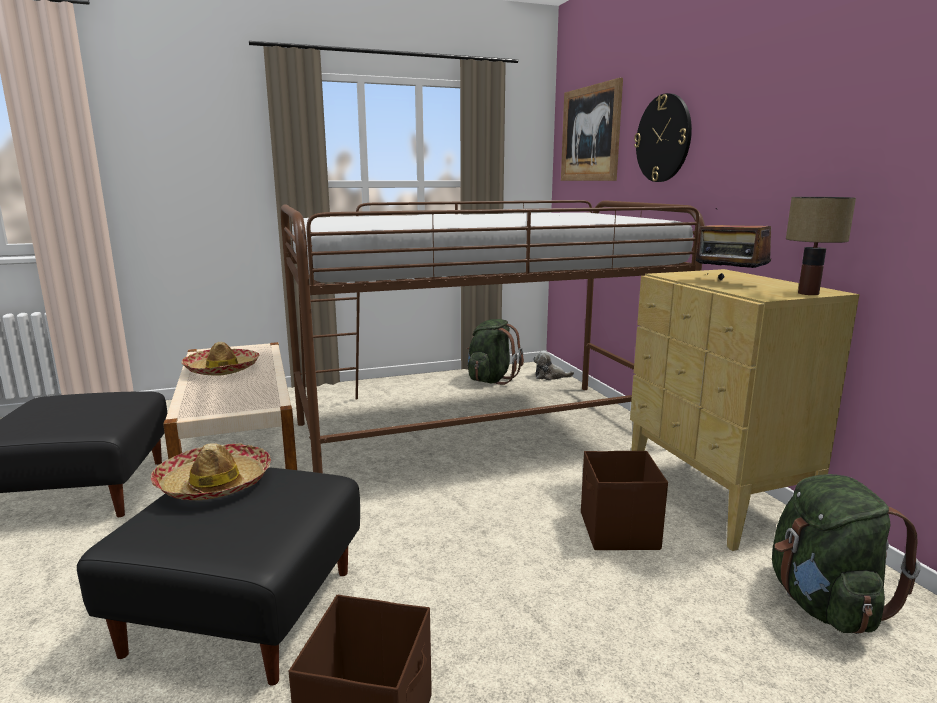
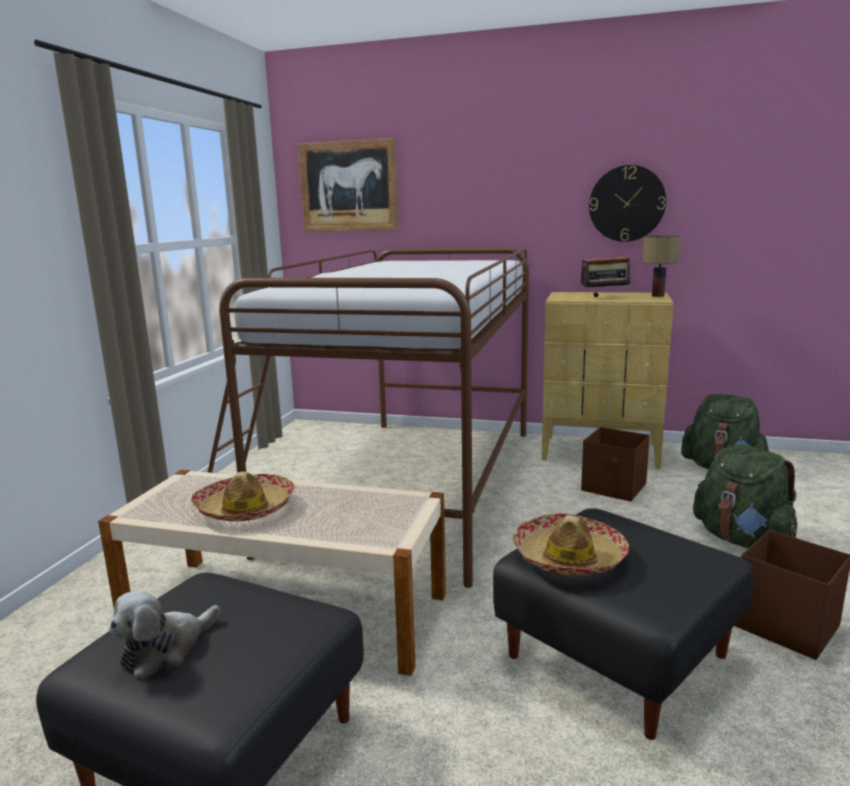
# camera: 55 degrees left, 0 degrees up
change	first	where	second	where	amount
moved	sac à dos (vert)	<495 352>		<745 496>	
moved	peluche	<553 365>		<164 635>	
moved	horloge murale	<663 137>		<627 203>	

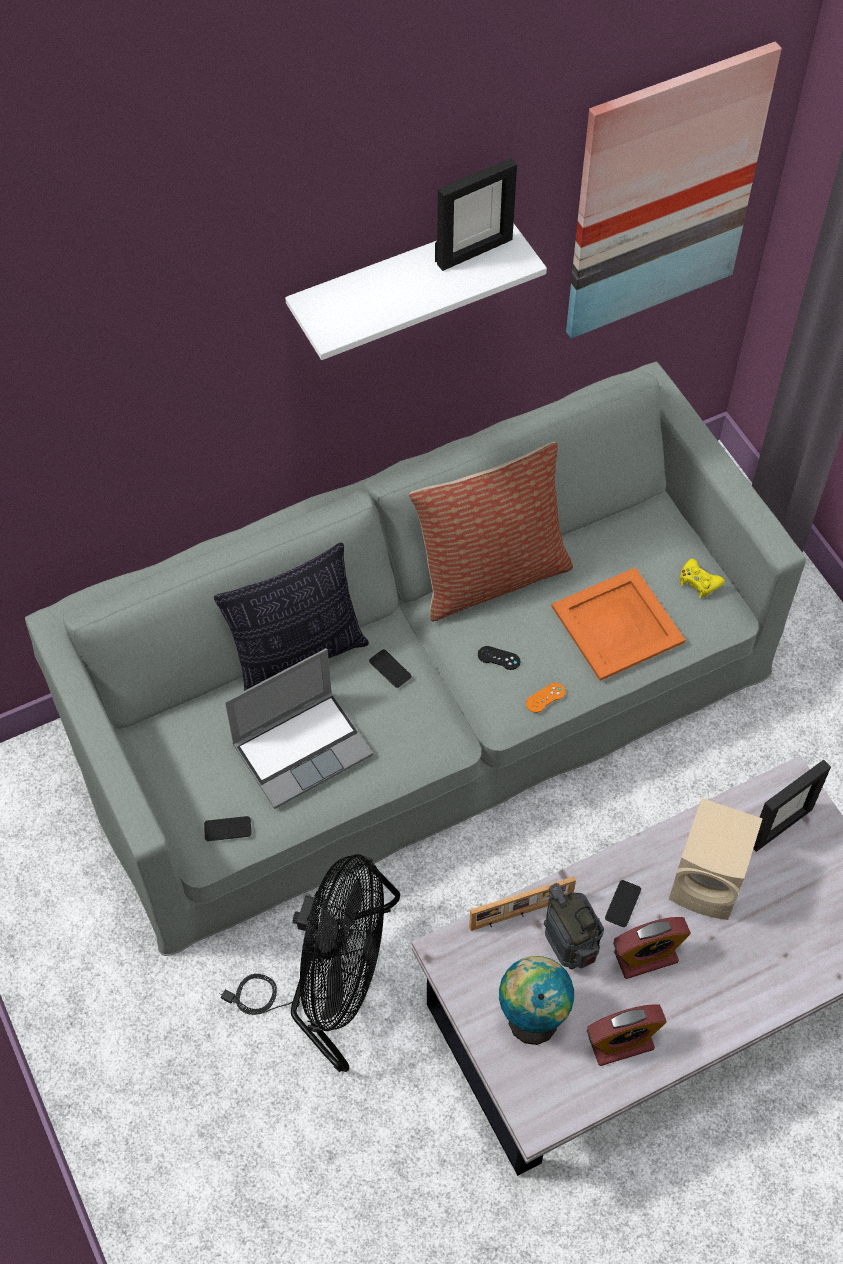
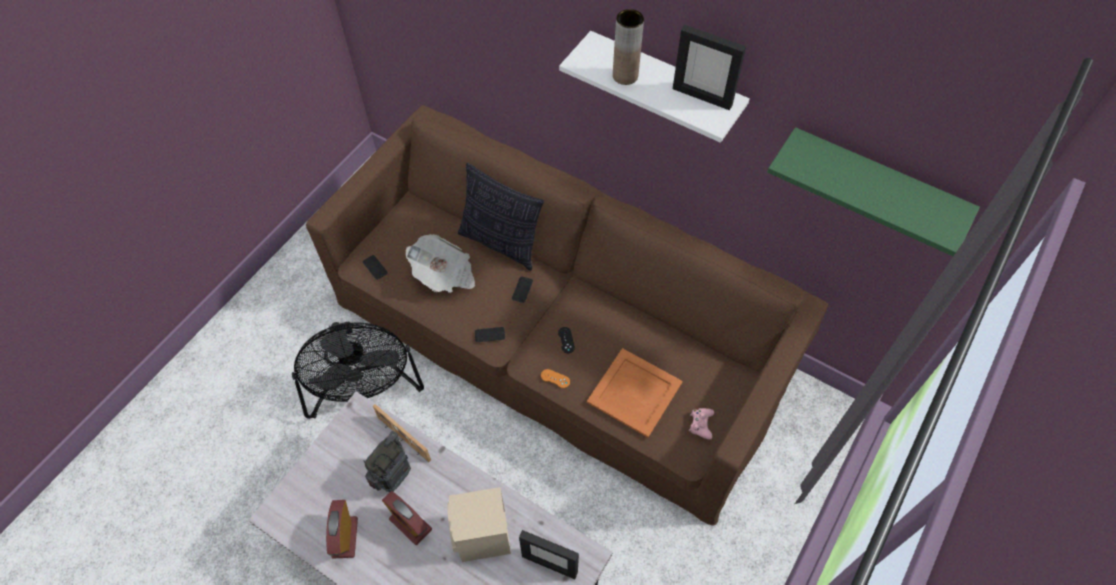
# camera: 60 degrees right, 0 degrees up
change	first	where	second	where	amount
removed	coussin	<491 531>			
removed	globe	<536 1000>			
added			vase (marron)	<628 47>	
moved	téléphone	<623 903>		<490 334>	
replaced	ordinateur portable	<299 728>	journal	<440 263>	
replaced	tableau	<674 190>	étagère (vert)	<873 191>	
recoloured	canapé (gris)	<415 659>	canapé (marron)	<567 315>	
recoloured	manette (jaune)	<702 578>	manette (rose)	<701 424>	
turned	réveil	<627 1035>		<342 529>	45 degrees clockwise

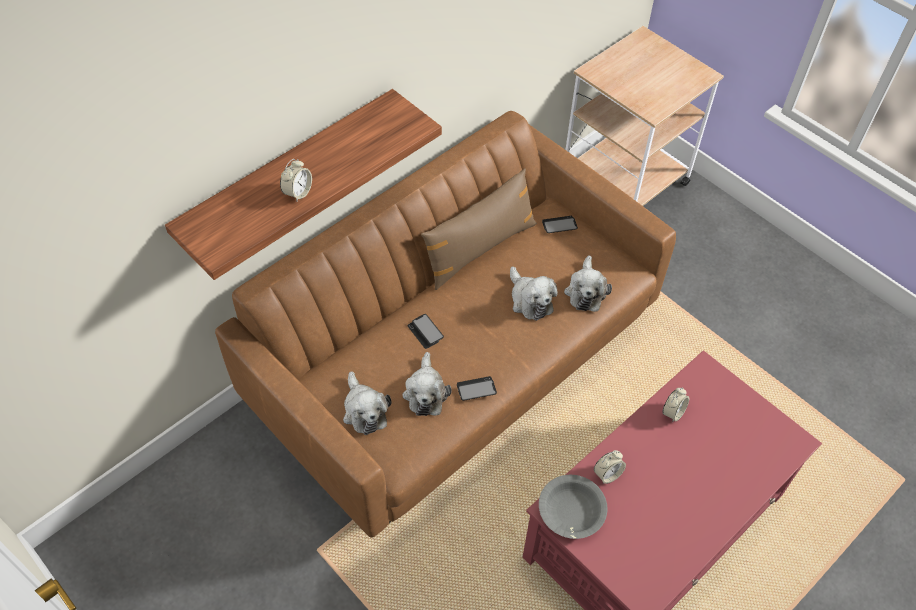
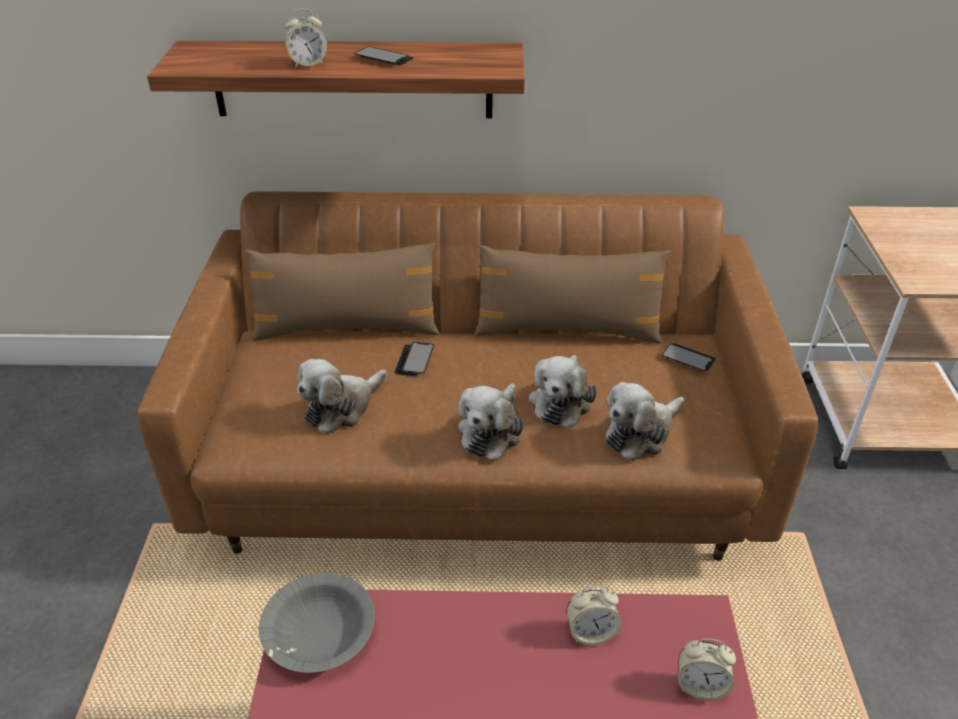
# camera: 45 degrees right, 15 degrees down
change	first	where	second	where	amount
added			coussin (marron)	<342 292>	
moved	peluche	<367 403>		<491 421>	
moved	téléphone	<477 388>		<383 56>	
moved	réveil	<610 467>		<707 669>	

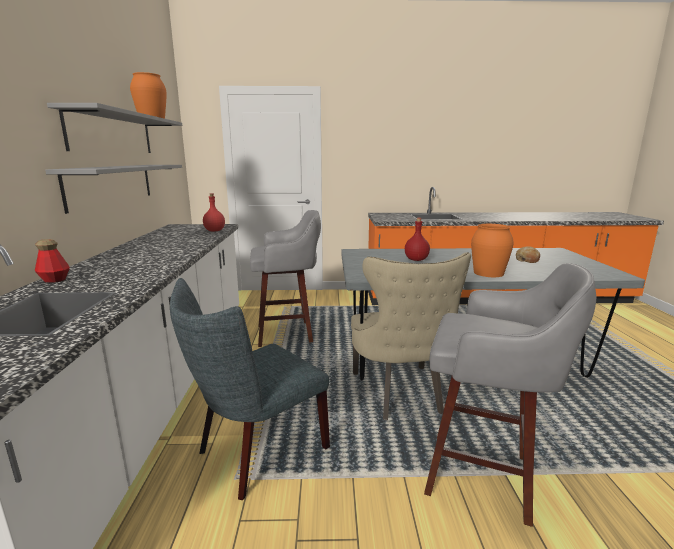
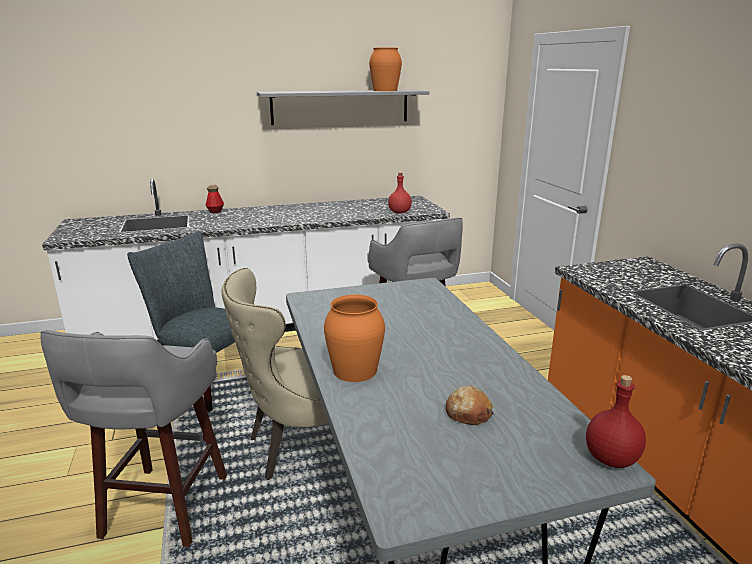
# camera: 75 degrees right, 5 degrees up
change	first	where	second	where	amount
removed	étagère (gris)	<113 189>			
moved	bouteille (rouge)	<417 239>		<616 421>	

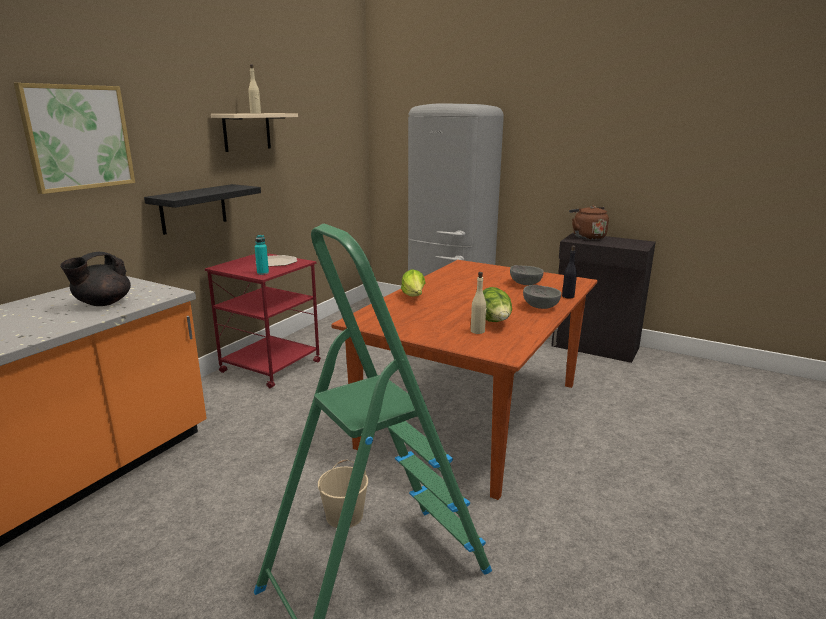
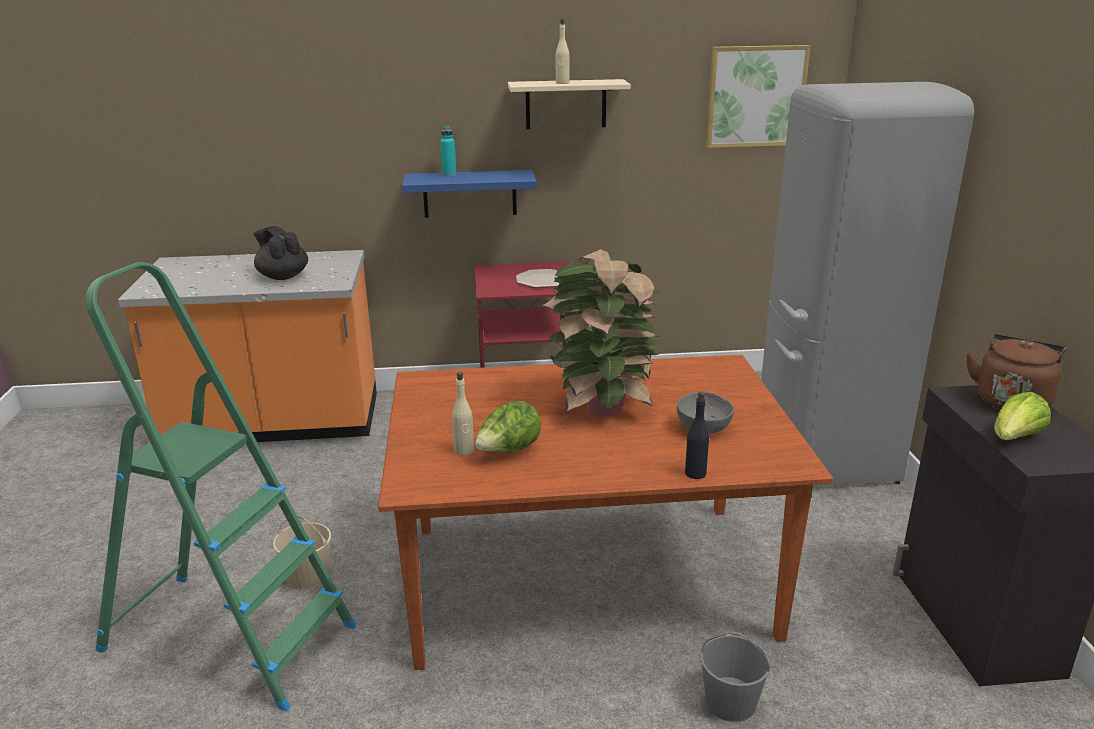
# camera: 55 degrees right, 5 degrees up
change	first	where	second	where	amount
removed	bol (gris)	<542 297>			
added			plante en pot	<601 332>	
added			seau (gris)	<735 677>	
moved	tableau	<74 138>		<758 96>	
moved	bouteille (turquoise)	<262 255>		<448 151>	
moved	laitue	<413 283>		<1022 416>	
recoloured	étagère (noir)	<202 209>	étagère (bleu)	<469 194>	
turned	théière (noir)	<95 279>		<280 253>	45 degrees clockwise

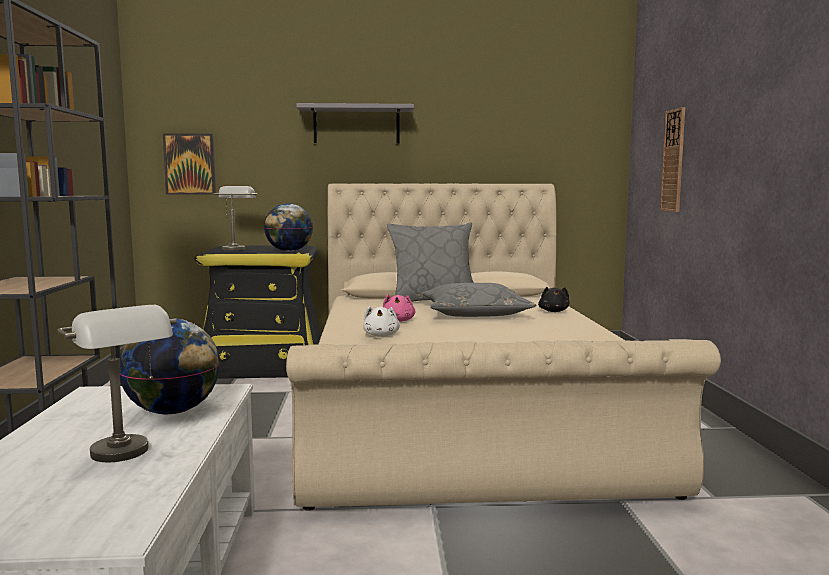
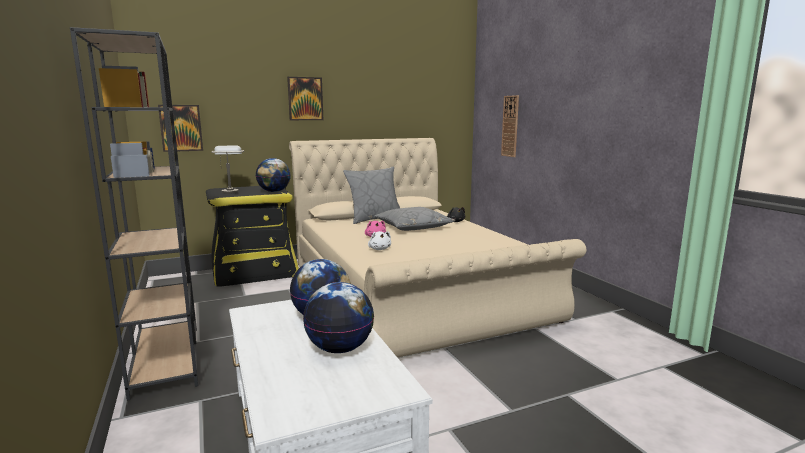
# camera: 20 degrees left, 5 degrees up
change	first	where	second	where	amount
replaced	lampe de table (gris)	<117 383>	globe	<338 317>	
replaced	étagère (gris)	<355 123>	tableau	<305 98>	

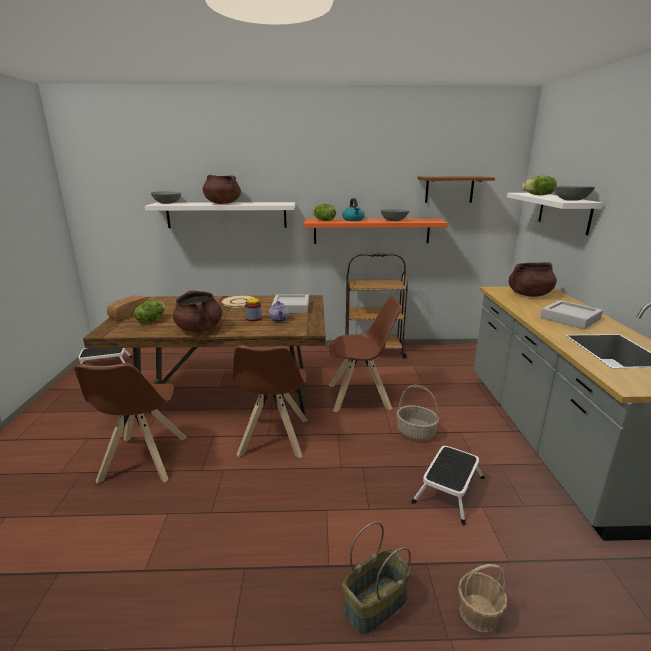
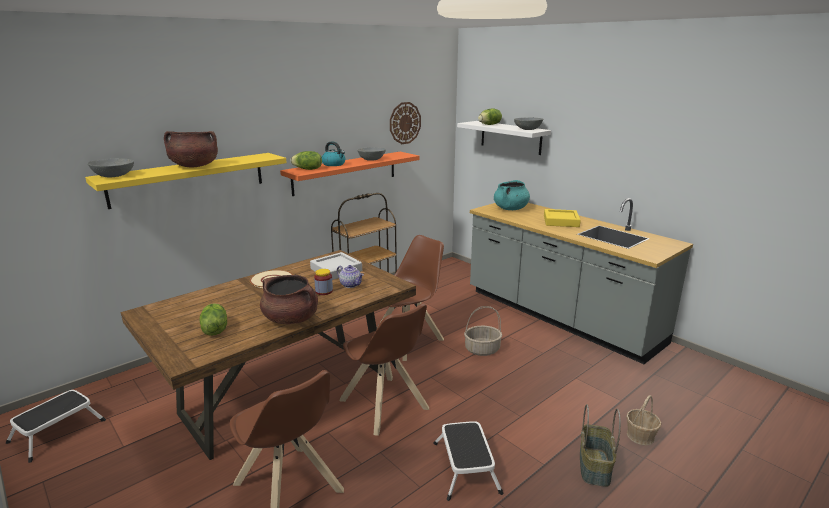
# camera: 40 degrees left, 0 degrees up
change	first	where	second	where	amount
removed	pain	<126 308>			
moved	escabeau (noir)	<448 485>		<468 461>	
replaced	étagère (marron)	<456 189>	horloge murale	<405 123>	
recoloured	étagère (blanc)	<220 215>	étagère (jaune)	<186 181>	
recoloured	marmite (marron)	<533 279>	marmite (turquoise)	<512 195>	
recoloured	plateau (gris)	<571 314>	plateau (jaune)	<562 218>	

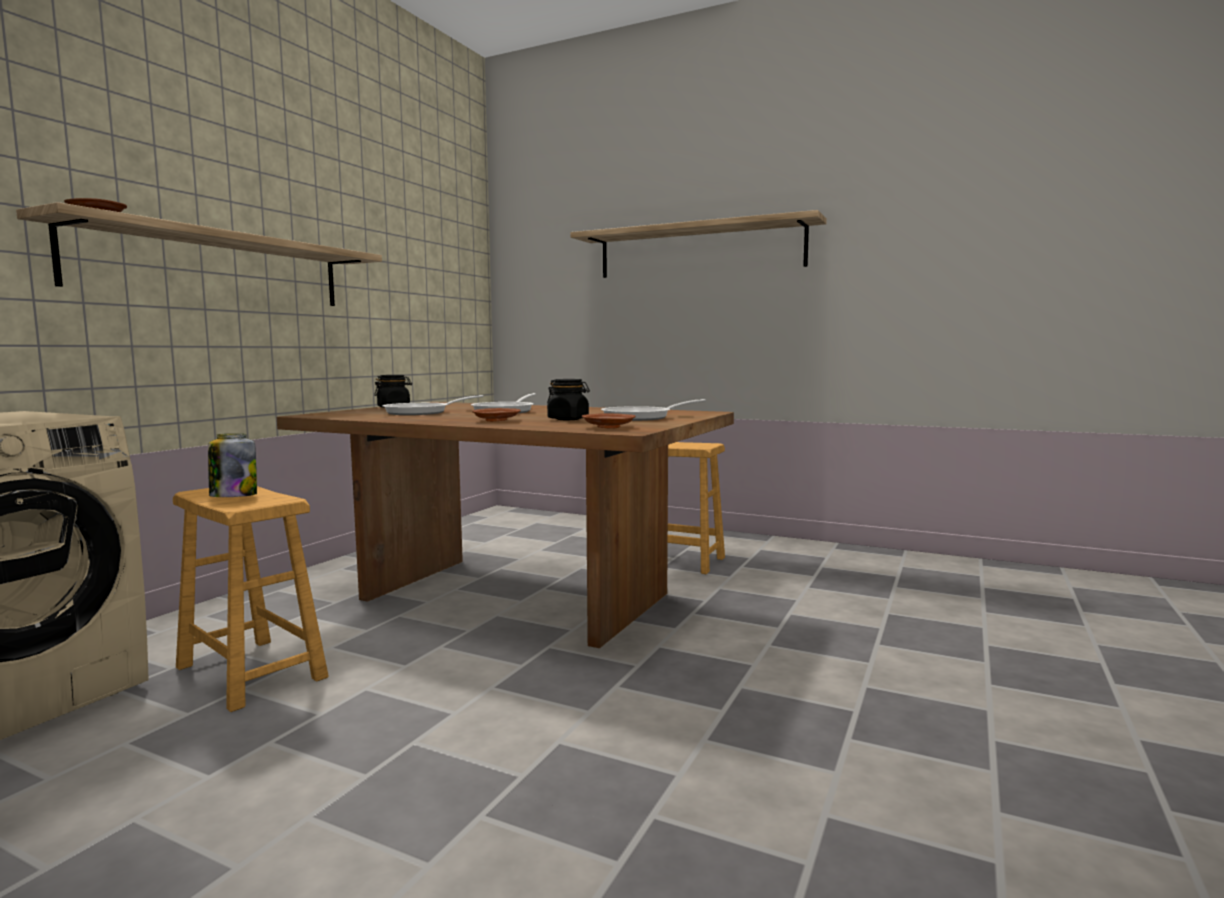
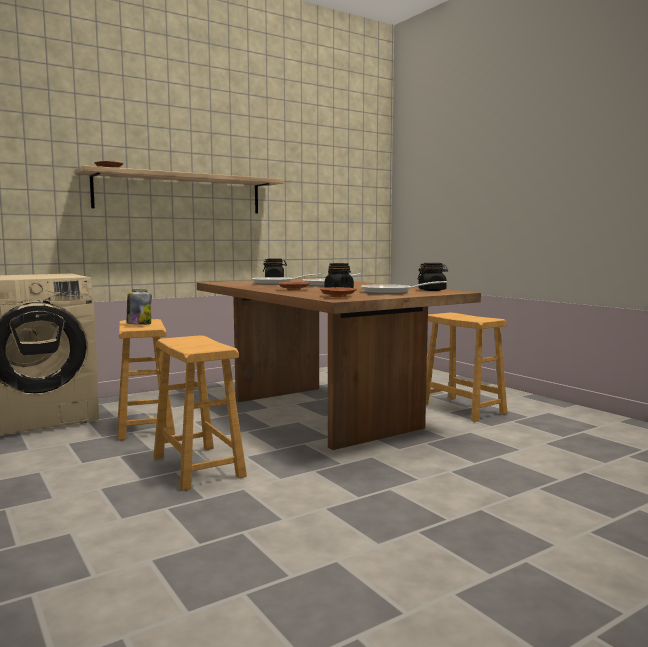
# camera: 30 degrees right, 0 degrees up
change	first	where	second	where	amount
removed	étagère	<698 244>			
added			tabouret (marron)	<200 413>	
added			bocal (noir)	<432 277>	

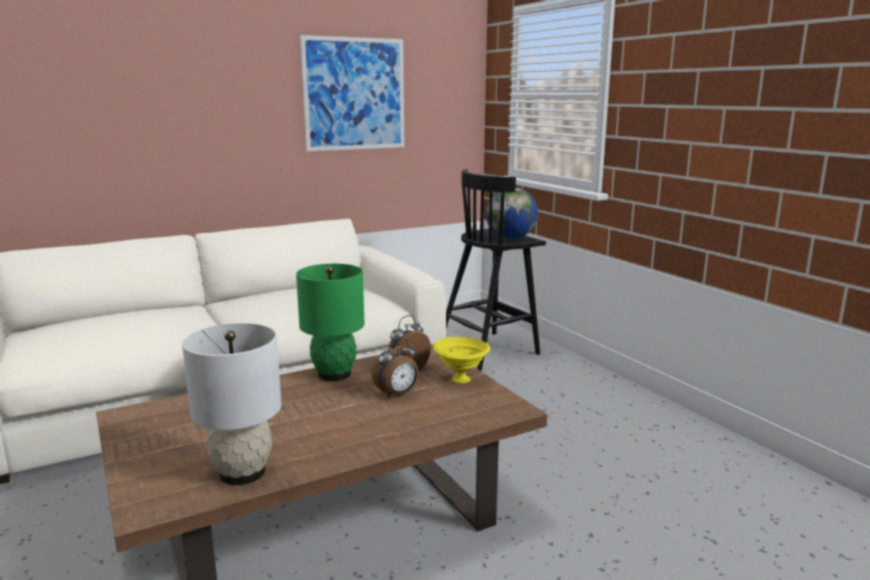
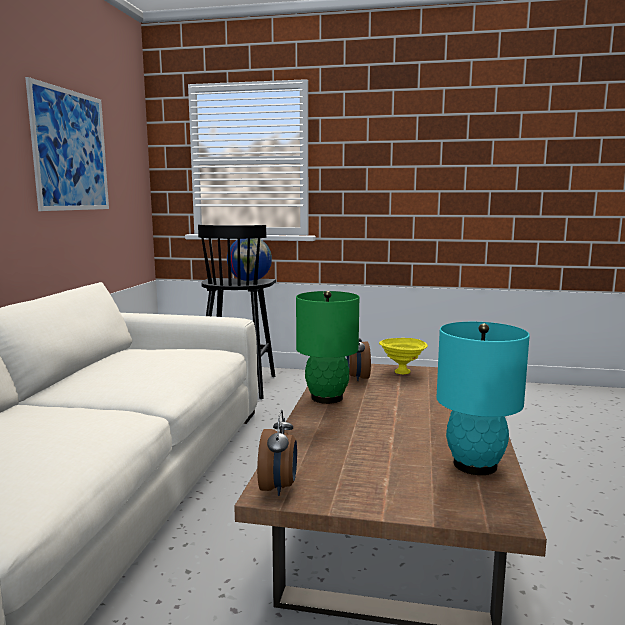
# camera: 50 degrees left, 5 degrees down
change	first	where	second	where	amount
moved	réveil	<395 367>		<277 453>	
recoloured	lampe de table (blanc)	<232 404>	lampe de table (turquoise)	<483 398>	

